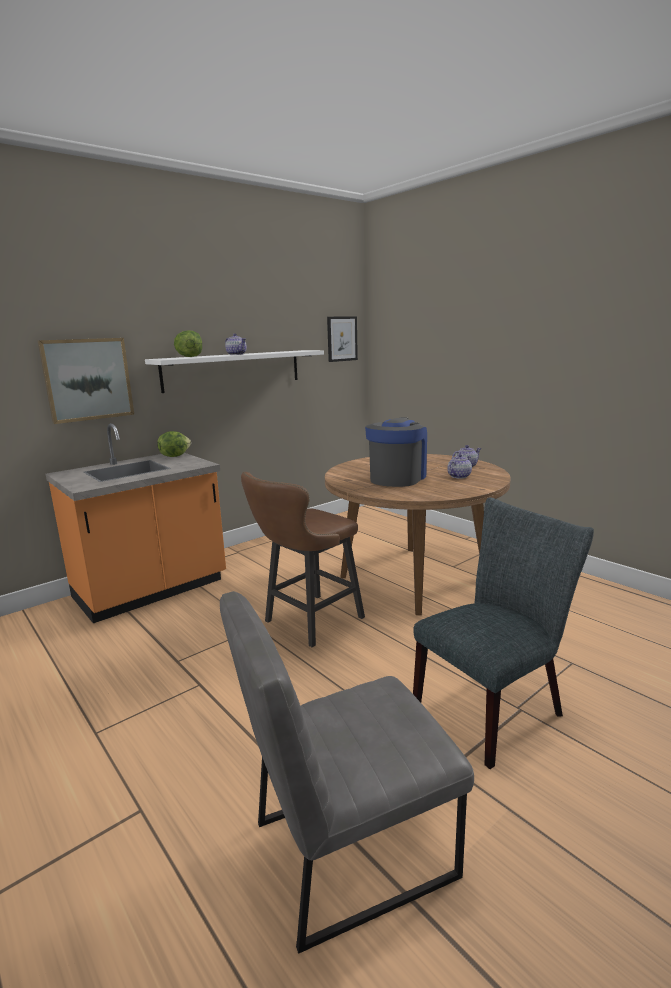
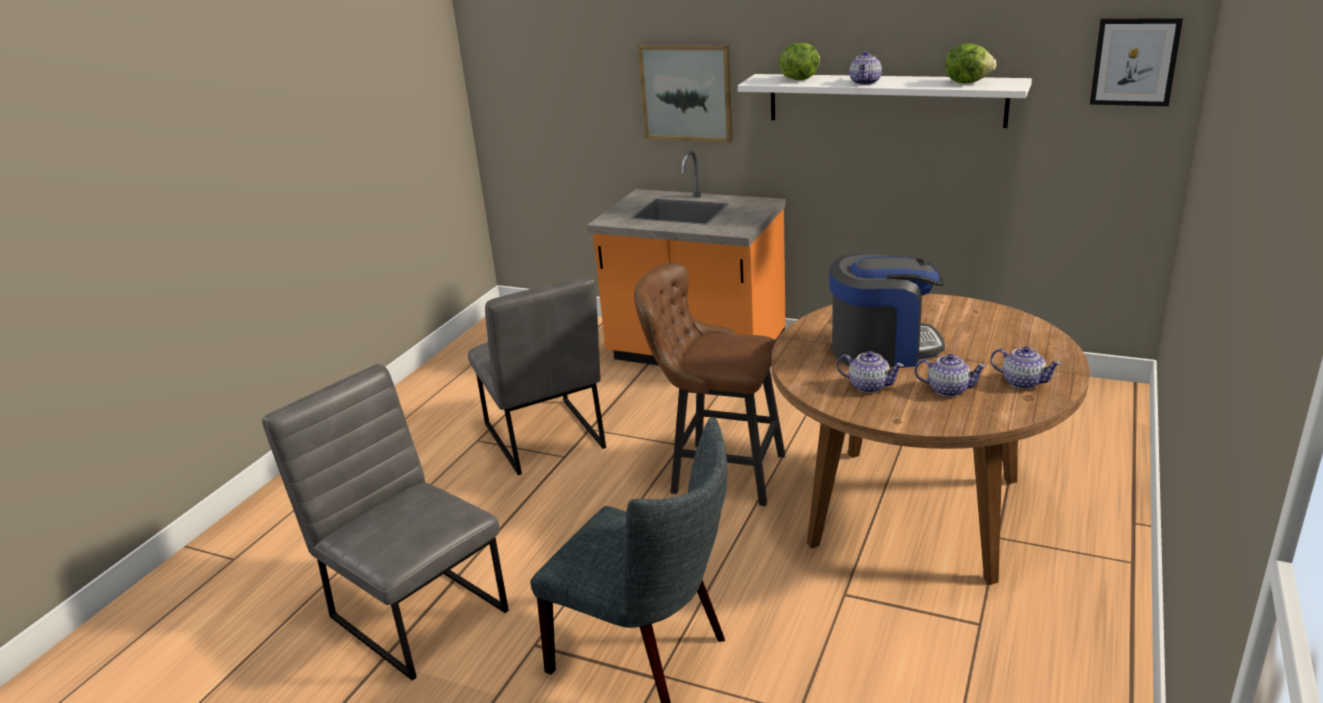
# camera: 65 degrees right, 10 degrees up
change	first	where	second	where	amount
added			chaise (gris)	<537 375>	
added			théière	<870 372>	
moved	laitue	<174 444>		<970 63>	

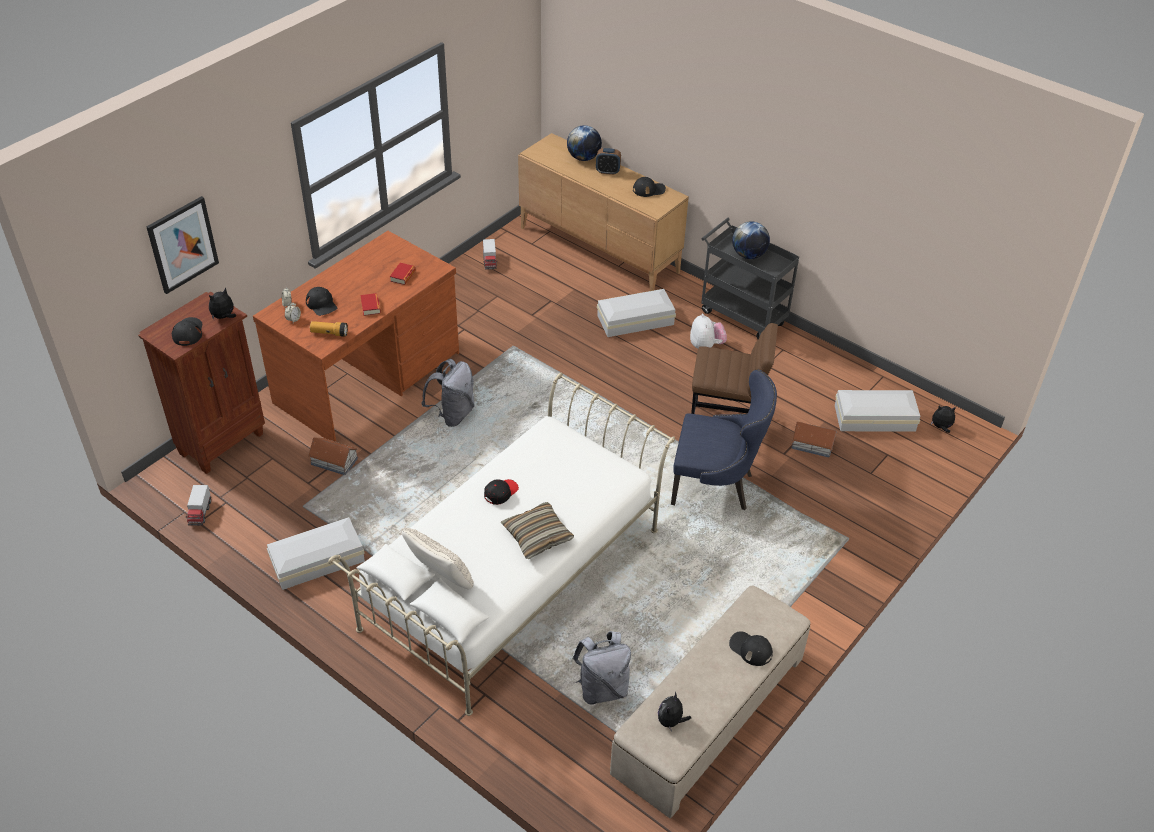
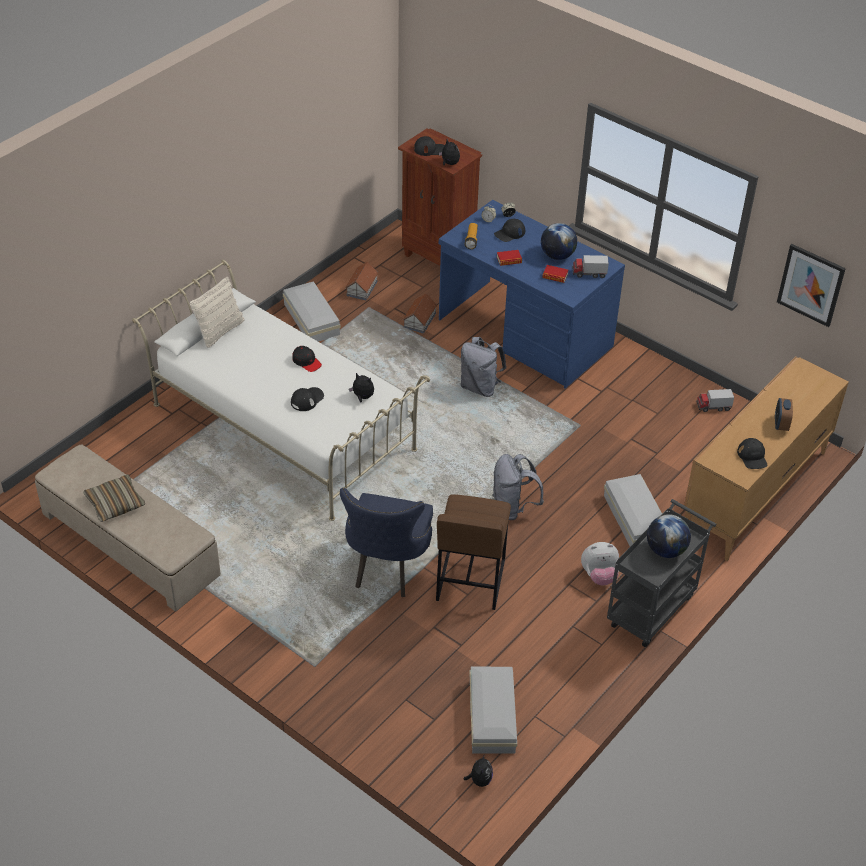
# camera: 90 degrees right, 0 degrees up
change	first	where	second	where	amount
moved	tableau	<182 245>		<811 285>	
moved	camion jouet	<198 505>		<590 266>	
moved	coussin	<537 530>		<114 498>	
moved	globe	<584 143>		<559 241>	
moved	sac à dos (gris)	<602 668>		<518 487>	
moved	peluche	<674 711>		<361 387>	
moved	casquette (noir)	<751 648>		<307 399>	
moved	maison miniature	<814 439>		<361 281>	
recoloured	bureau (marron)	<356 336>	bureau (bleu)	<532 294>	

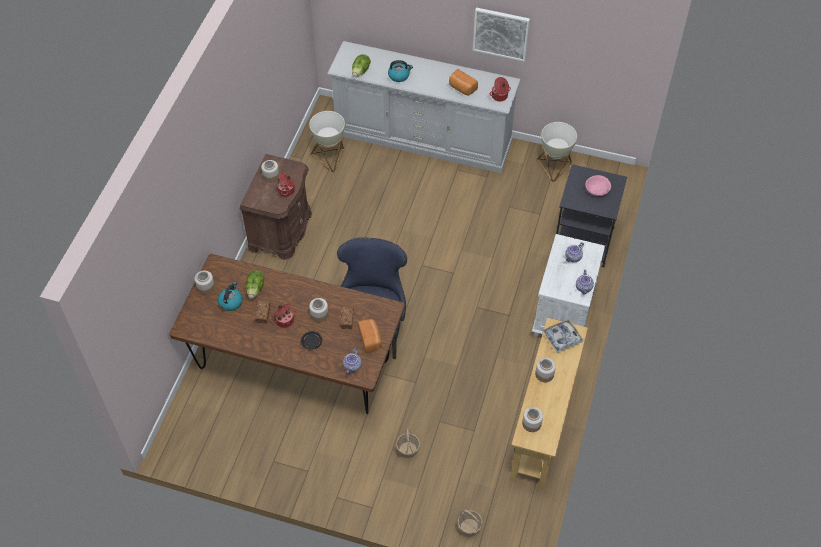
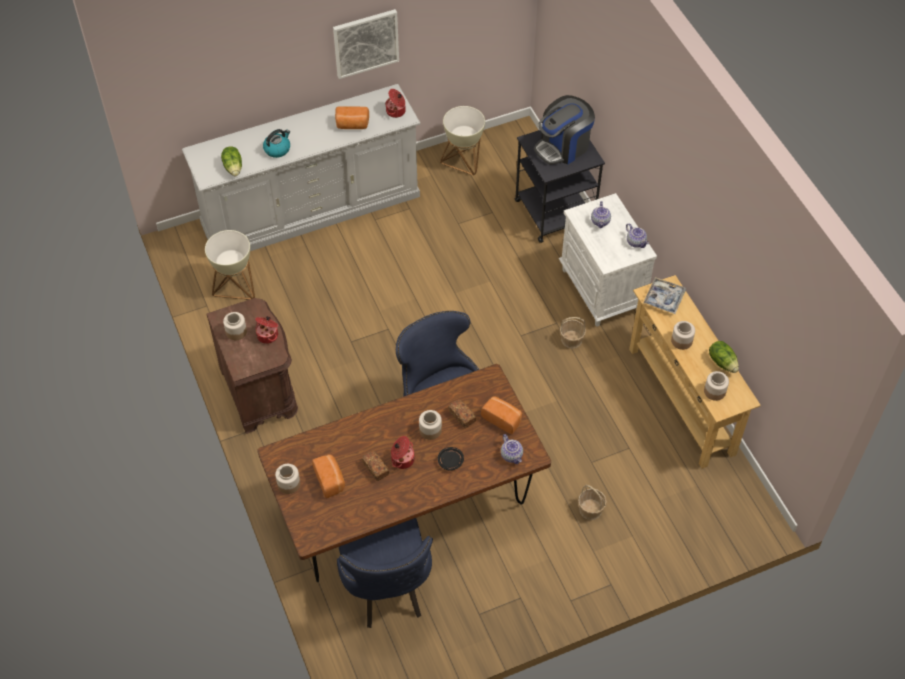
# camera: 40 degrees left, 0 degrees up
change	first	where	second	where	amount
added			chaise (bleu)	<385 573>	
moved	laitue	<255 284>		<724 357>	
moved	panier	<470 523>		<573 333>	
replaced	bouilloire	<230 296>	pain	<328 476>	
replaced	bol (rose)	<598 185>	machine à café	<564 130>	

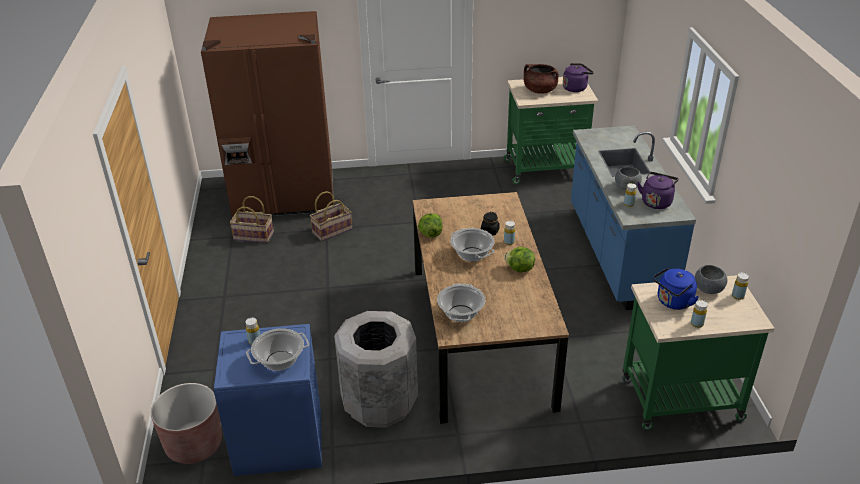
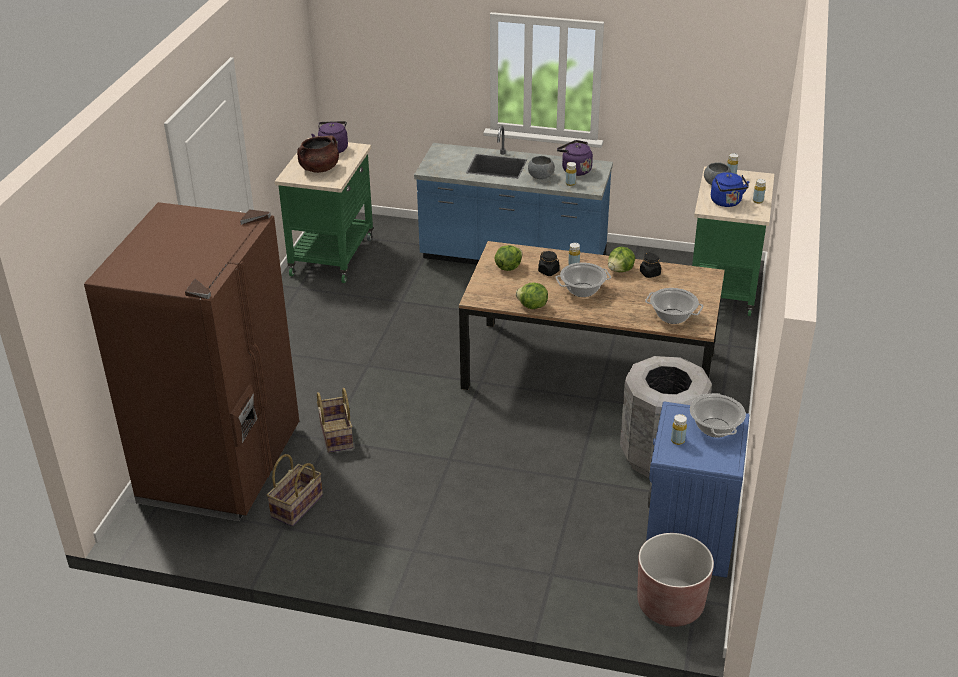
# camera: 70 degrees left, 0 degrees up
change	first	where	second	where	amount
added			laitue	<508 258>	
added			bocal (noir)	<650 265>	

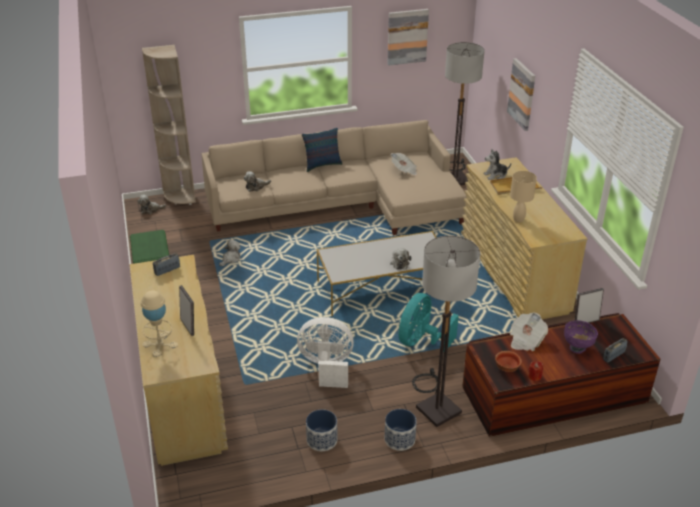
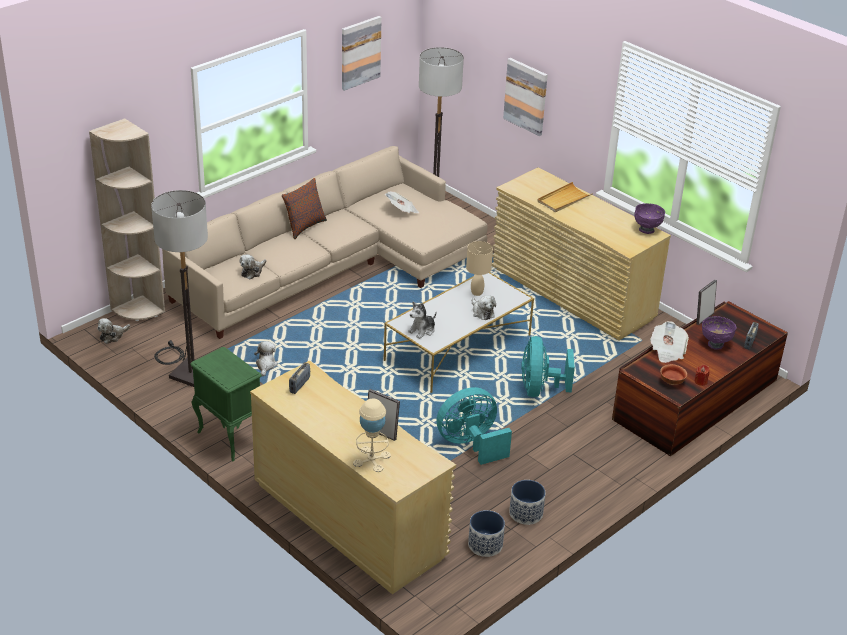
# camera: 30 degrees left, 0 degrees up
change	first	where	second	where	amount
added			bol (violet)	<649 218>	
moved	cache-pot	<401 430>		<486 533>	
moved	lampadaire	<446 331>		<179 288>	
moved	peluche	<497 164>		<422 320>	
moved	lampe de table (beige)	<523 196>		<479 268>	
recoloured	ventilateur (blanc)	<325 352>	ventilateur (turquoise)	<474 426>	
recoloured	coussin (bleu)	<322 150>	coussin (marron)	<304 208>	

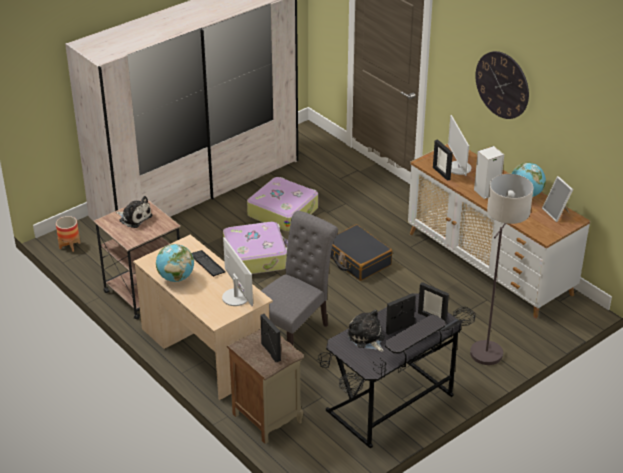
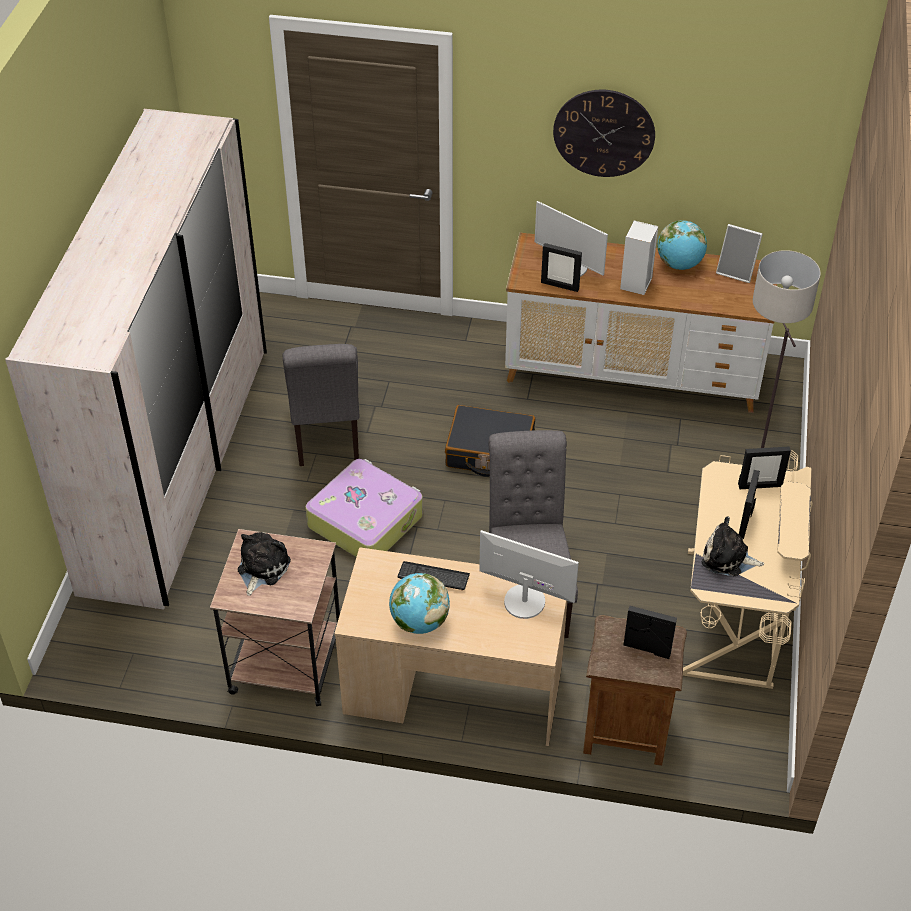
# camera: 40 degrees left, 10 degrees up
change	first	where	second	where	amount
removed	cache-pot	<68 234>			
replaced	valise	<282 204>	chaise (gris)	<321 405>	
recoloured	bureau (noir)	<396 371>	bureau (beige)	<748 569>	
turned	peluche	<134 212>		<264 564>	60 degrees counterclockwise

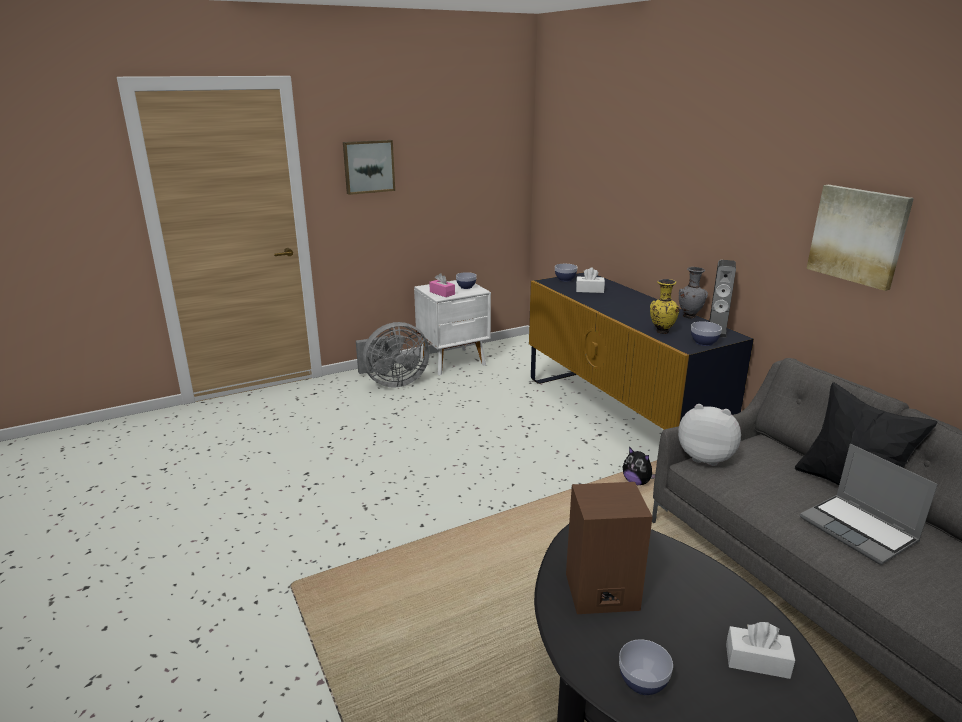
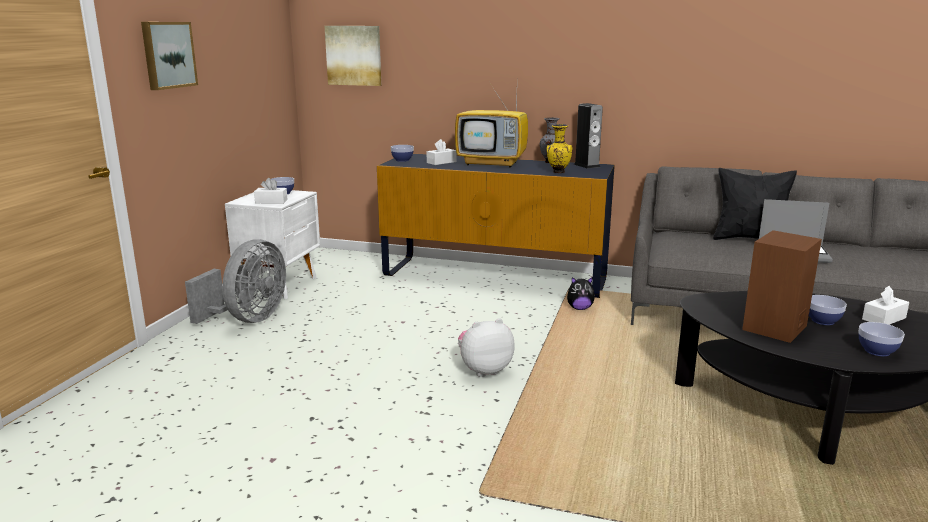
# camera: 45 degrees left, 5 degrees down
change	first	where	second	where	amount
added			téléviseur	<491 128>	
moved	peluche	<709 435>		<486 347>	
moved	bol	<706 333>		<828 310>	
moved	tableau	<860 238>		<353 56>	
recoloured	boîte à mouchoirs (rose)	<442 285>	boîte à mouchoirs (blanc)	<271 191>	

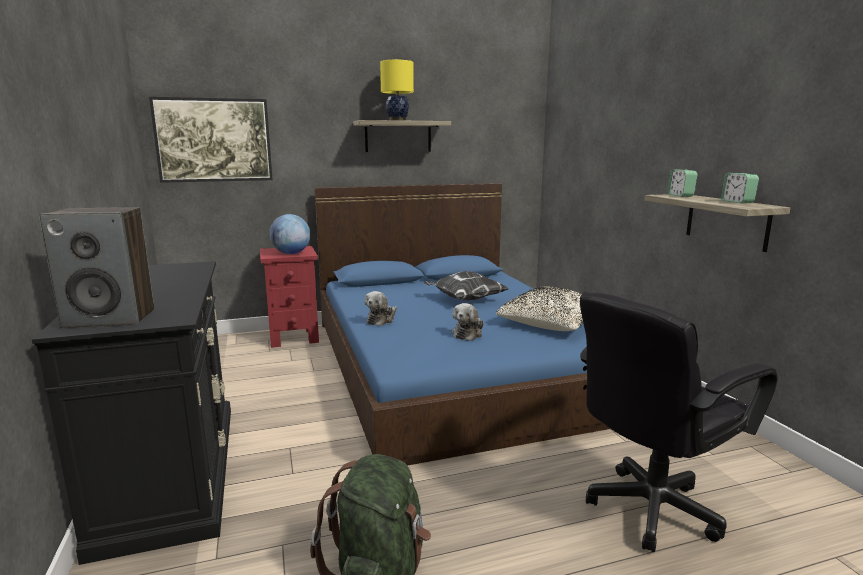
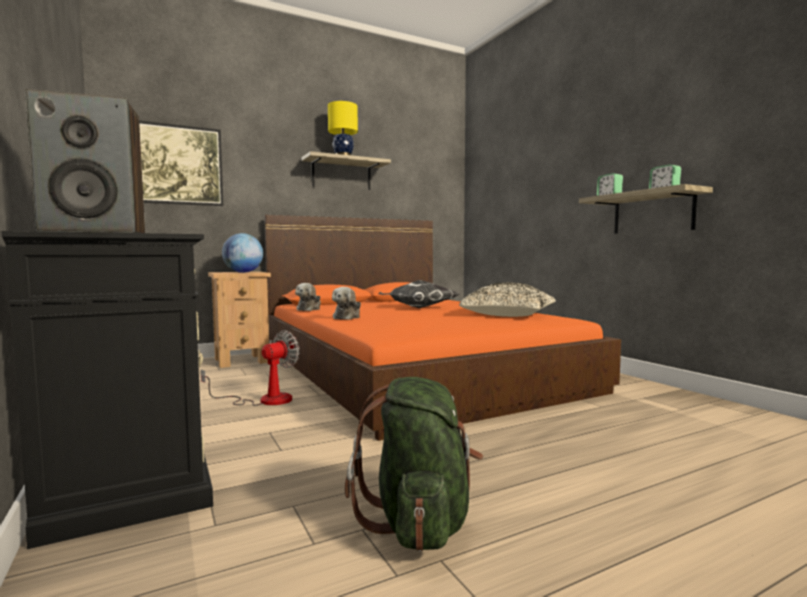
# camera: 10 degrees left, 10 degrees down
change	first	where	second	where	amount
removed	chaise de bureau (noir)	<679 421>			
added			ventilateur	<250 368>	
moved	peluche	<468 322>		<308 297>	
recoloured	table de chevet (rouge)	<289 297>	table de chevet (beige)	<239 319>	
recoloured	lit (bleu)	<462 324>	lit (orange)	<442 328>	

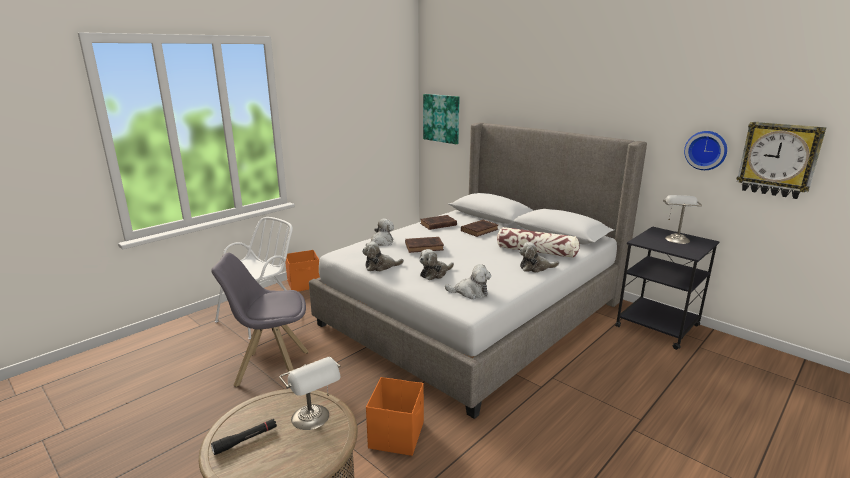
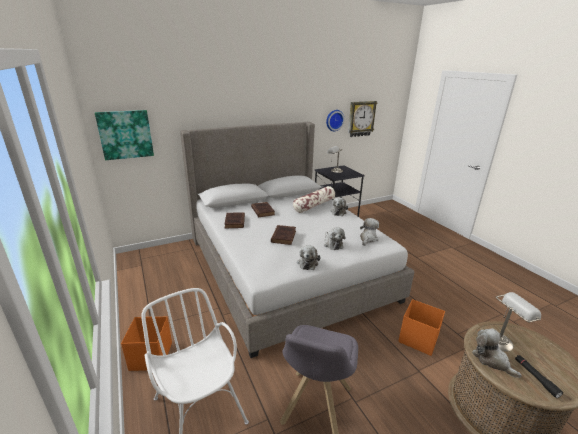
# camera: 70 degrees left, 5 degrees up
change	first	where	second	where	amount
moved	peluche	<380 232>		<497 353>	

